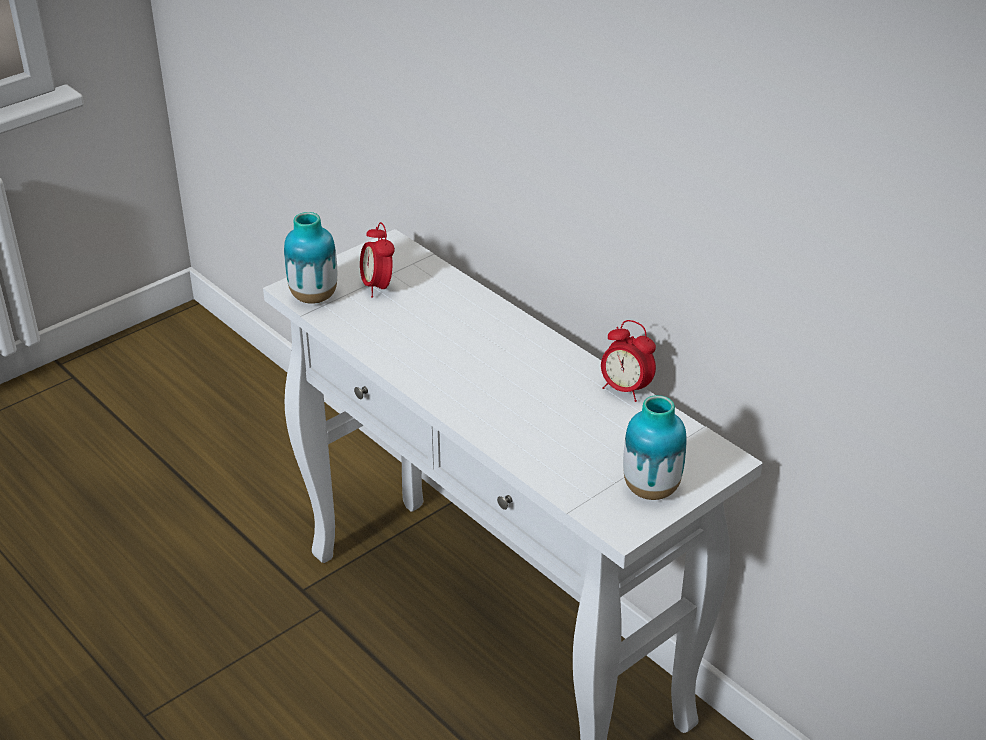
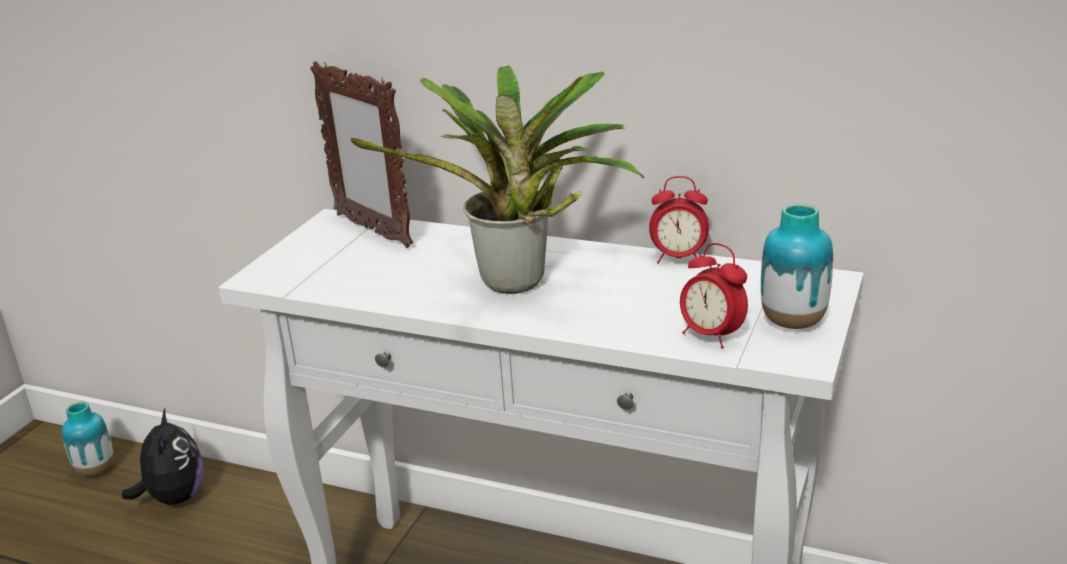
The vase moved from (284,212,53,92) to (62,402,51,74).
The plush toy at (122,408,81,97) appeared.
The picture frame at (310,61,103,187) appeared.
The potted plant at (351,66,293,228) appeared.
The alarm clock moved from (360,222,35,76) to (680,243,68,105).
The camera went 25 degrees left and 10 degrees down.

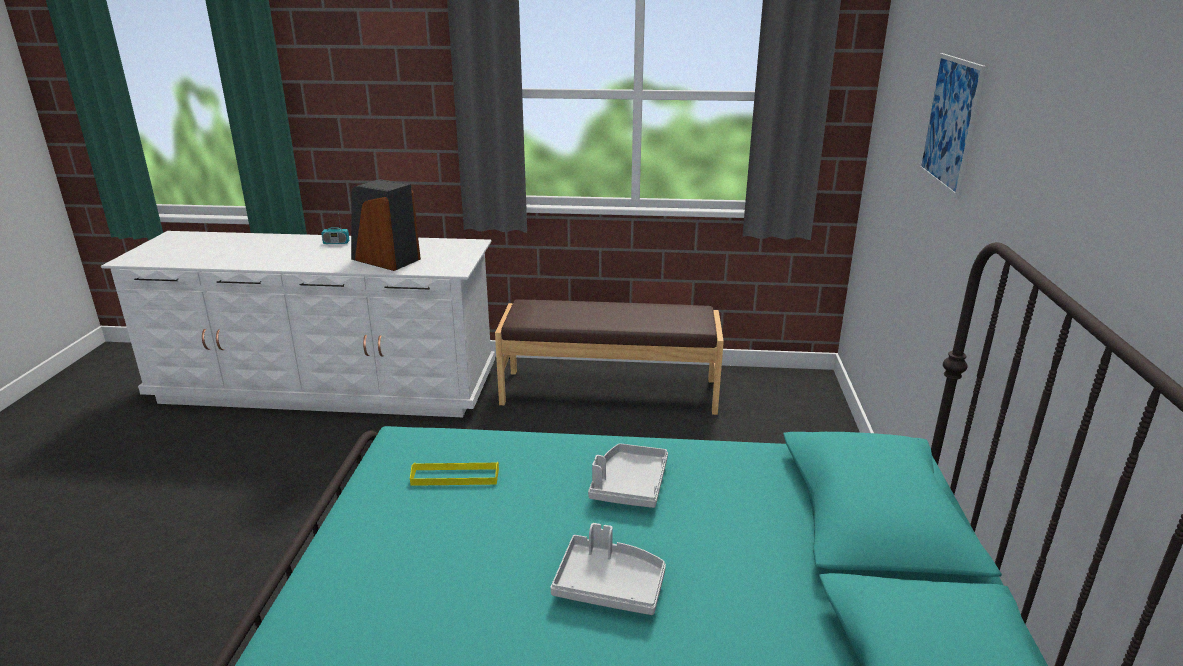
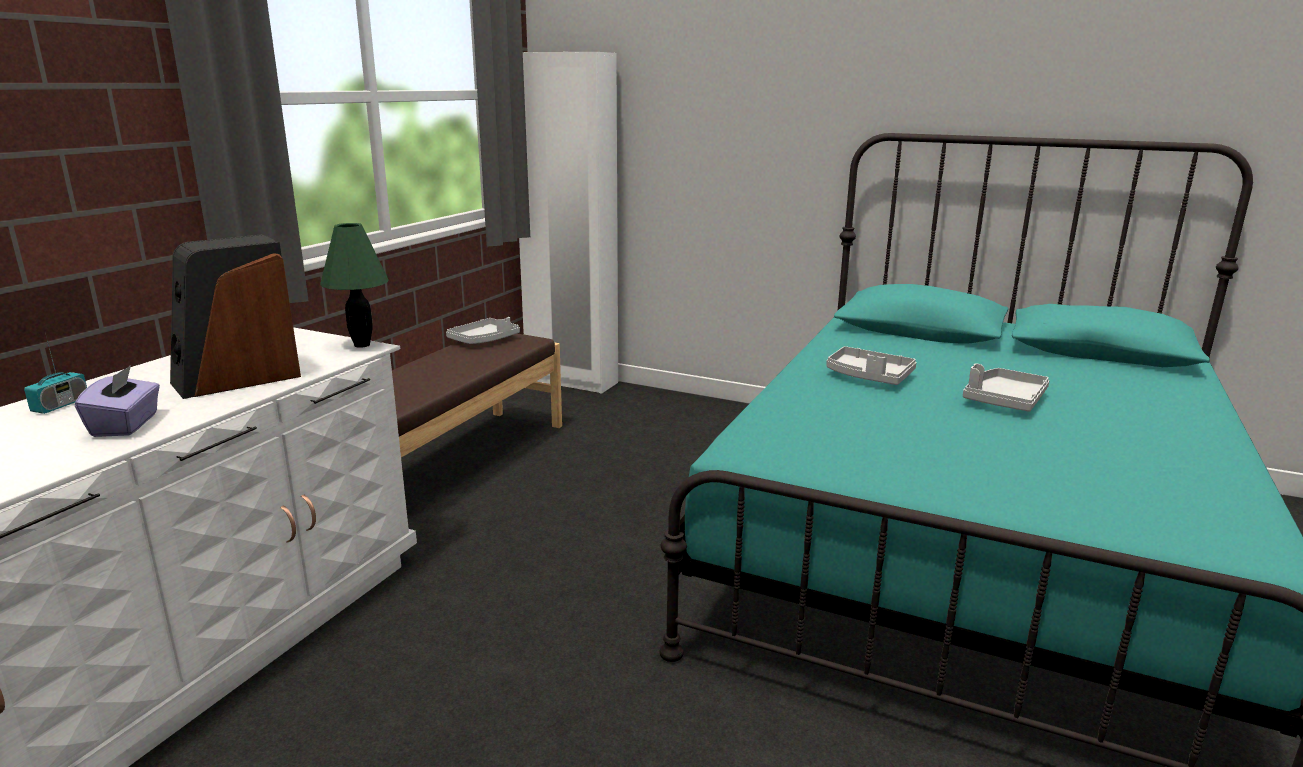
The purple tissue box at (75,365,85,72) appeared.
The green table lamp at (320,223,69,125) appeared.
The grey tray at (446,317,74,27) appeared.
The white wardrobe at (519,52,99,342) appeared.
The yellow tray at (410,462,89,24) disappeared.
The picture at (919,53,68,145) disappeared.
The camera went 70 degrees left and 5 degrees down.

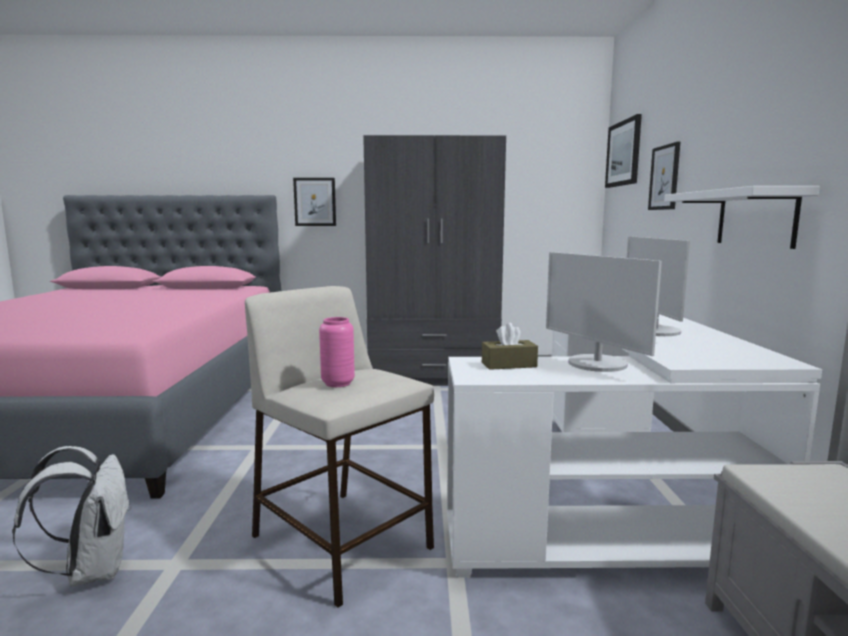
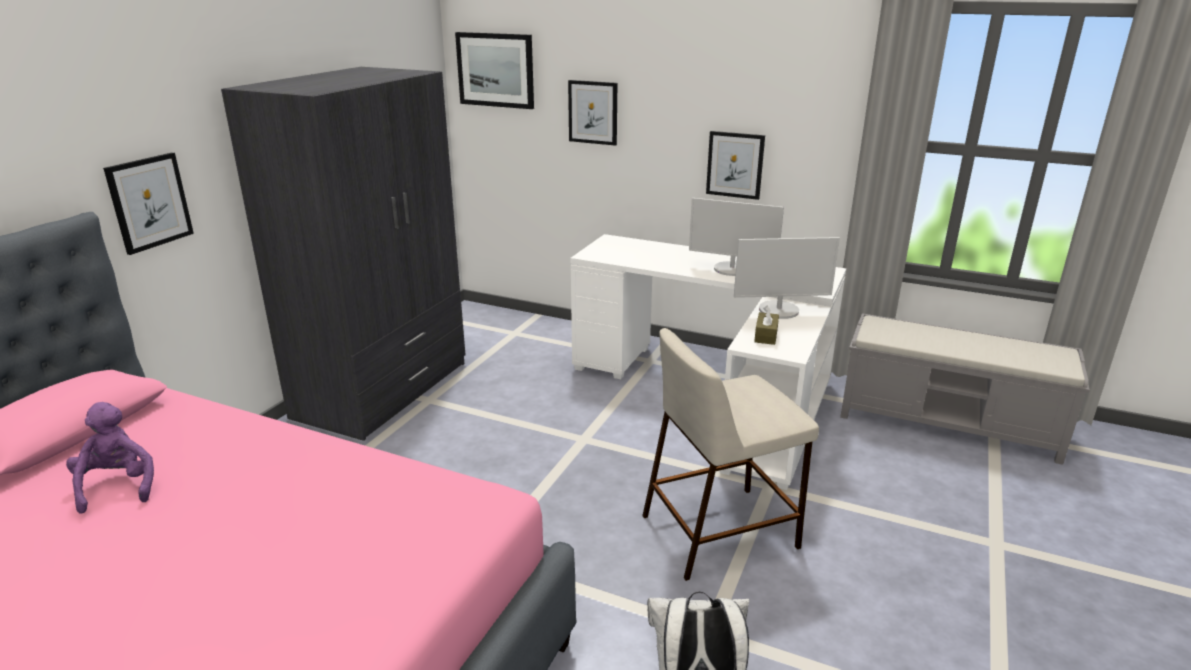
The purple plush toy at (66,402,88,111) appeared.
The white shelf at (664,186,156,63) was replaced by the picture at (706,131,59,69).
The pink vase at (319,317,36,70) disappeared.
The camera went 65 degrees left and 15 degrees up.

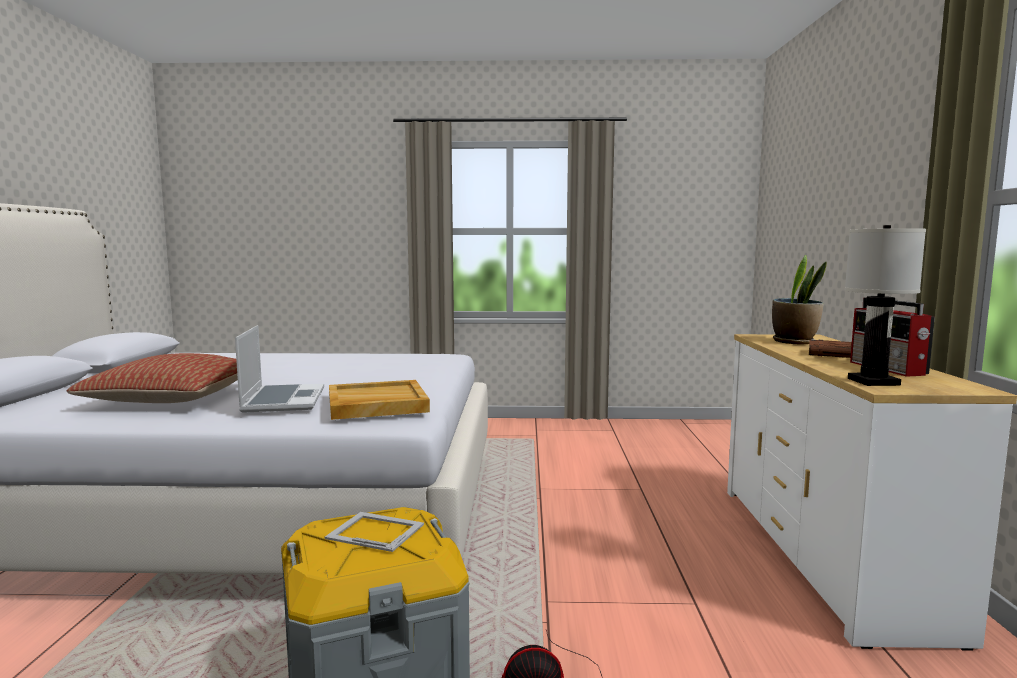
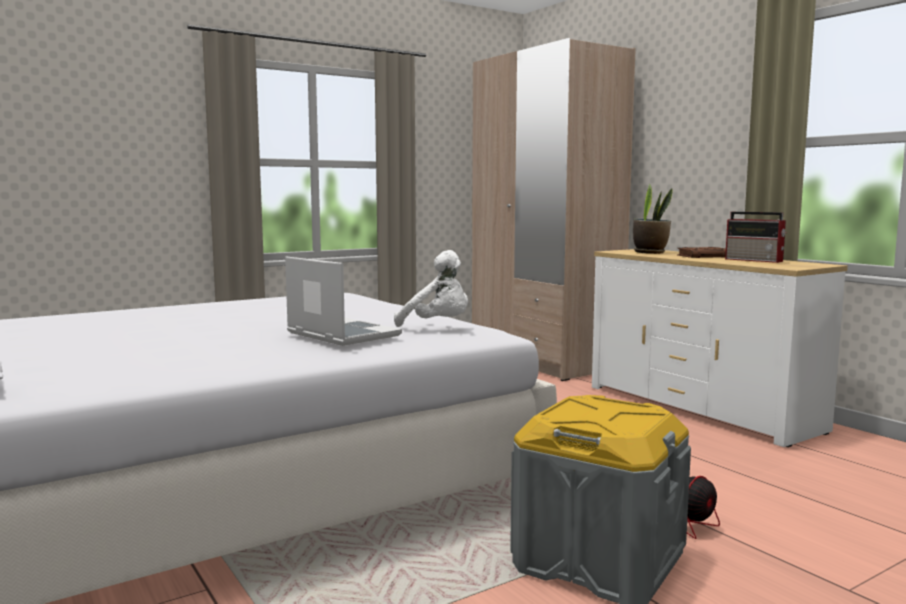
The beige tray at (329,380,101,40) was replaced by the white plush toy at (394,250,74,77).
The beige wardrobe at (472,38,164,343) appeared.
The pillow at (67,353,171,50) disappeared.
The picture frame at (325,512,99,40) disappeared.
The white table lamp at (845,225,81,161) disappeared.
The camera went 35 degrees left and 0 degrees up.

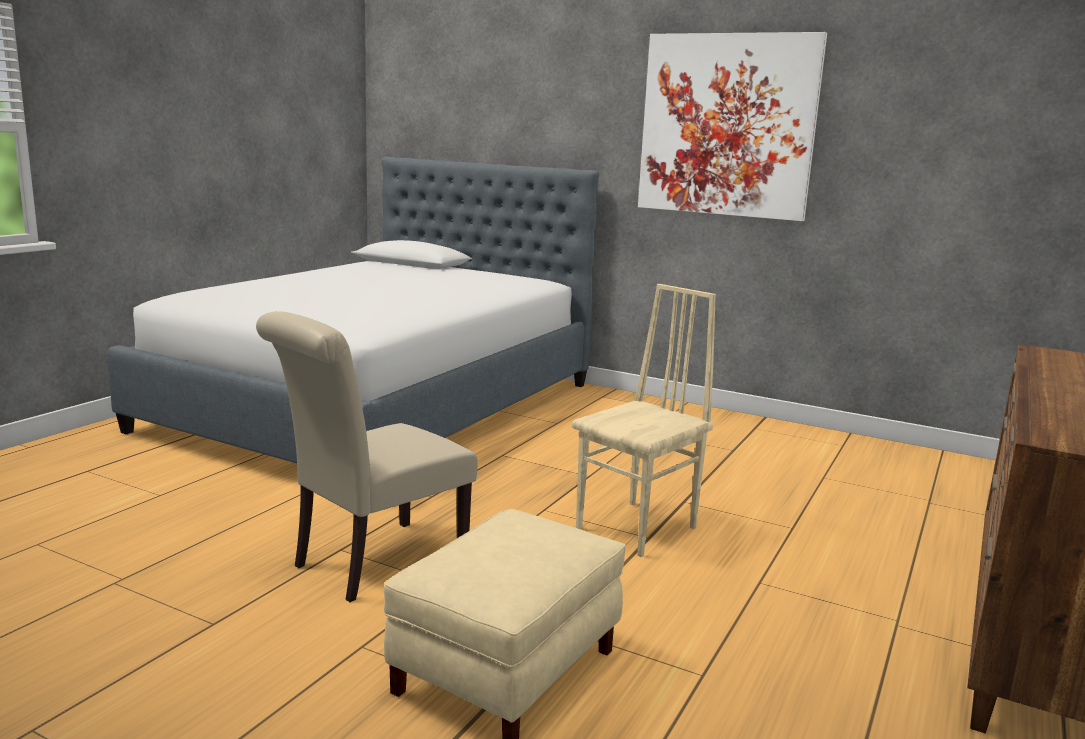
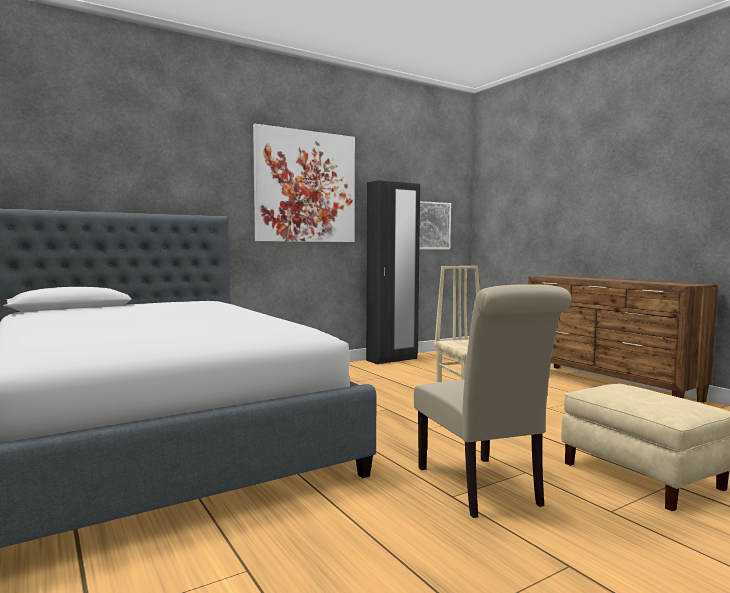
The black wardrobe at (366,180,54,184) appeared.
The picture at (419,201,32,48) appeared.
The camera went 60 degrees left and 10 degrees down.

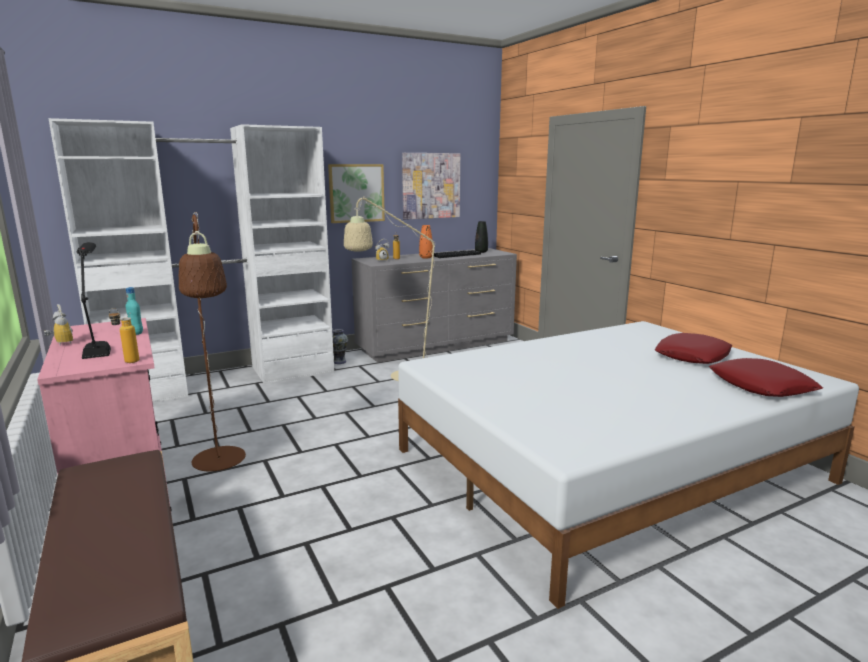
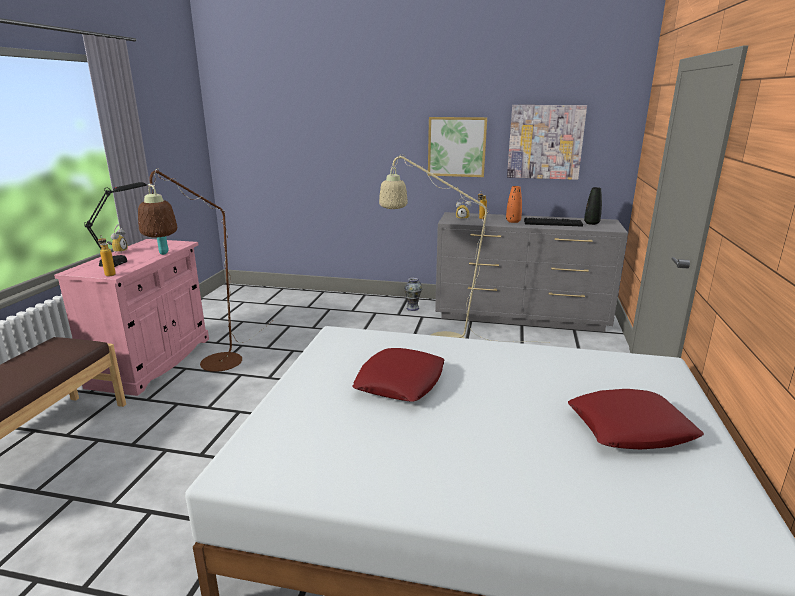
The red pillow moved from (709,358,114,39) to (352,348,93,54).
The white wardrobe at (48,118,286,285) disappeared.
The camera went 40 degrees right and 5 degrees up.

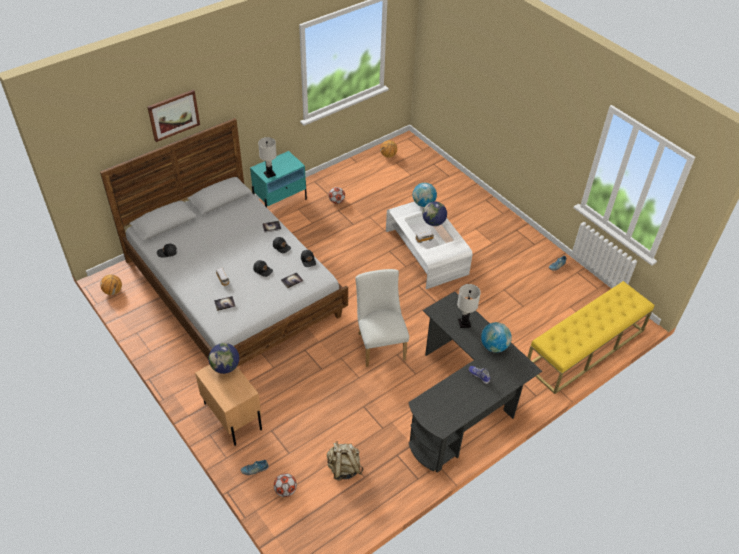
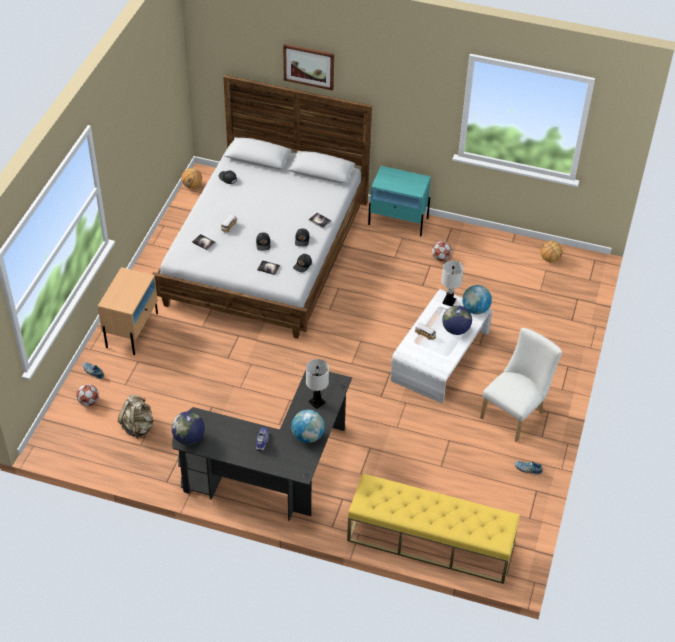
The globe moved from (209,343,30,31) to (171,411,34,34).
The white table lamp moved from (258,137,19,41) to (441,260,23,47).
The white chair moved from (355,269,54,98) to (480,328,82,114).
The camera went 55 degrees right and 0 degrees up.

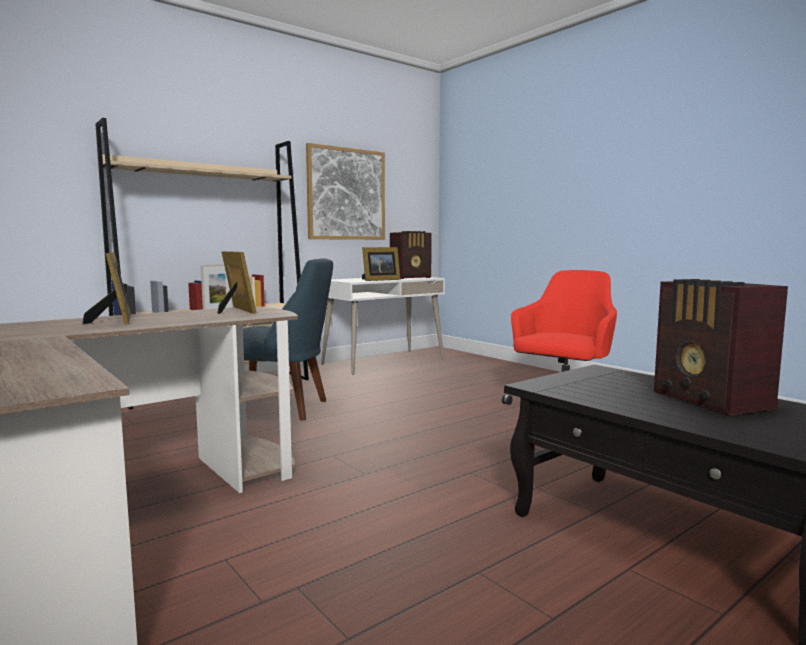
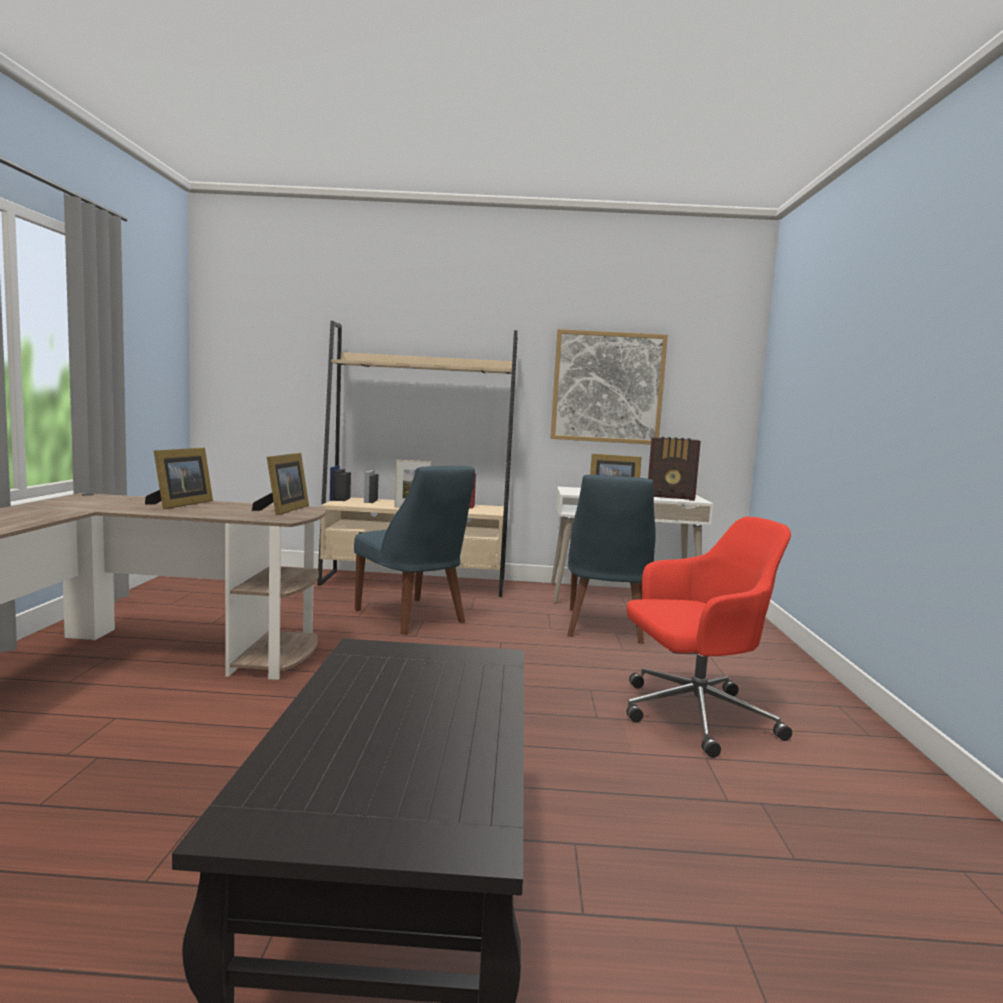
The blue chair at (567,475,89,169) appeared.
The radio at (654,279,134,137) disappeared.
The camera went 40 degrees right and 0 degrees up.

